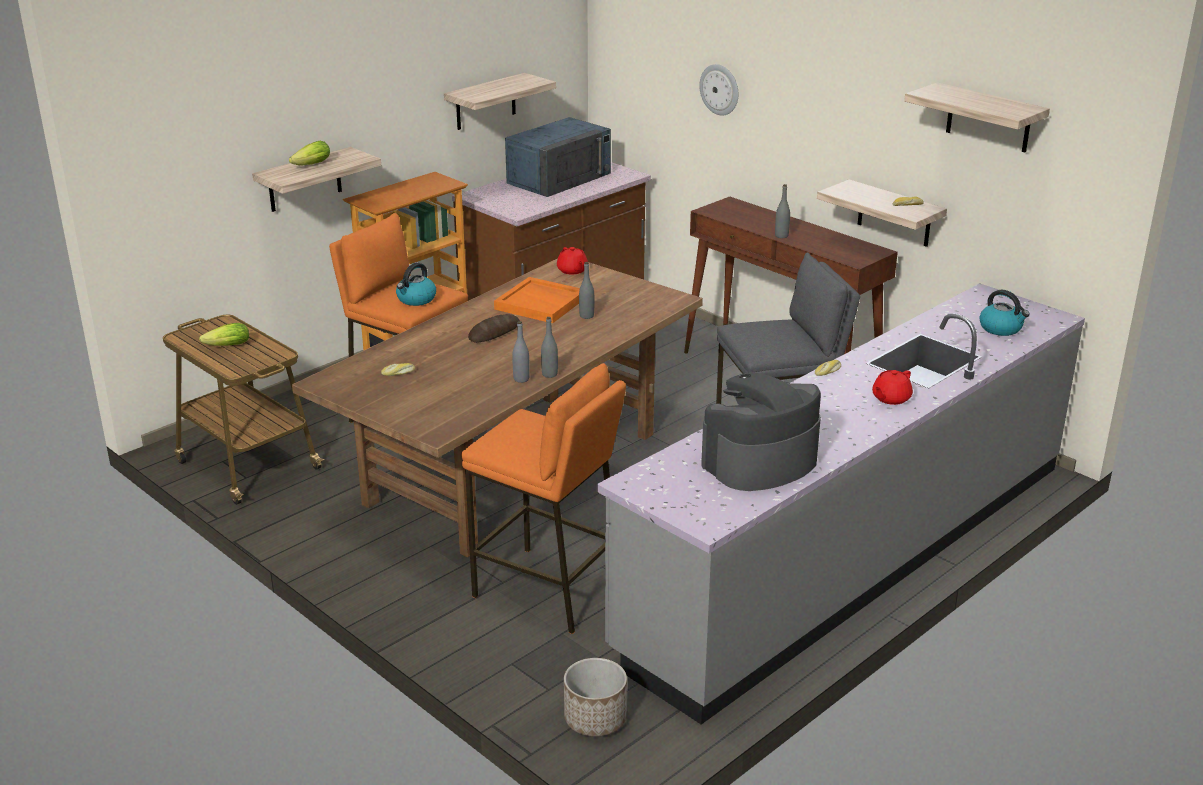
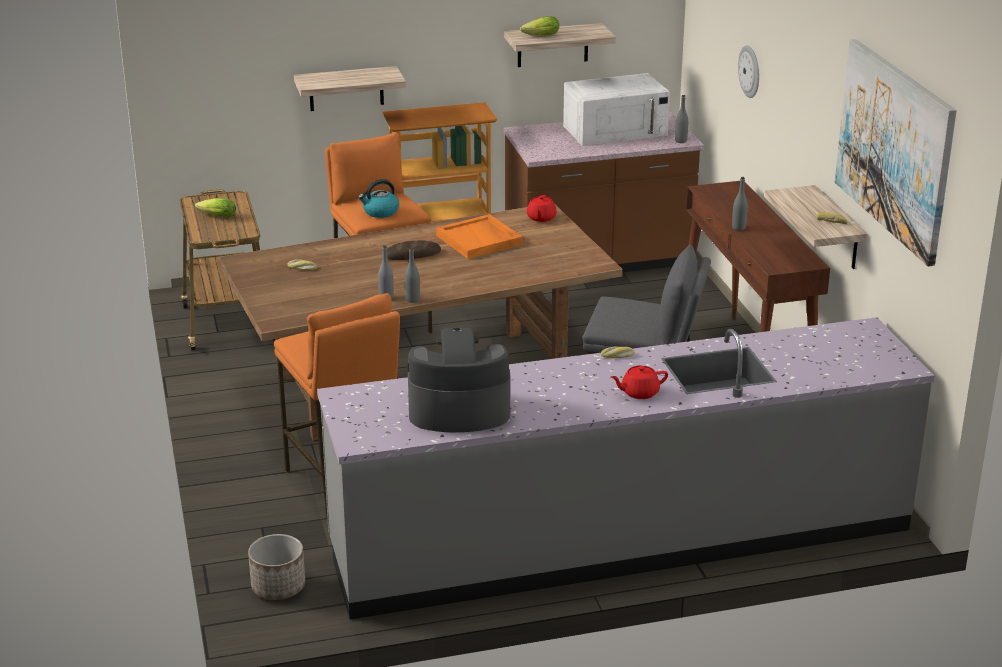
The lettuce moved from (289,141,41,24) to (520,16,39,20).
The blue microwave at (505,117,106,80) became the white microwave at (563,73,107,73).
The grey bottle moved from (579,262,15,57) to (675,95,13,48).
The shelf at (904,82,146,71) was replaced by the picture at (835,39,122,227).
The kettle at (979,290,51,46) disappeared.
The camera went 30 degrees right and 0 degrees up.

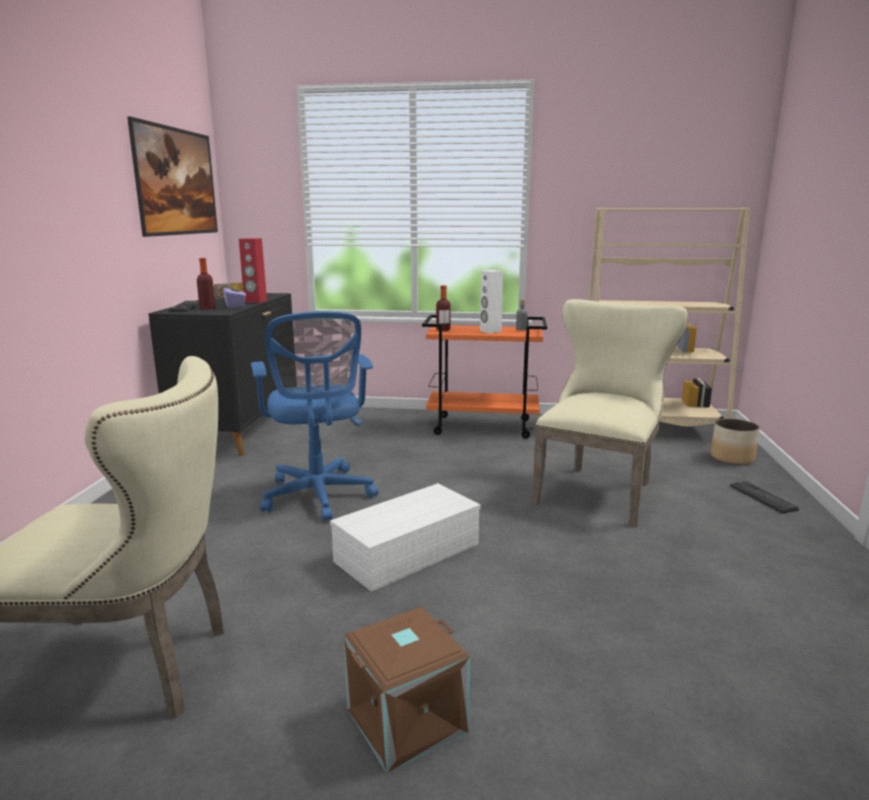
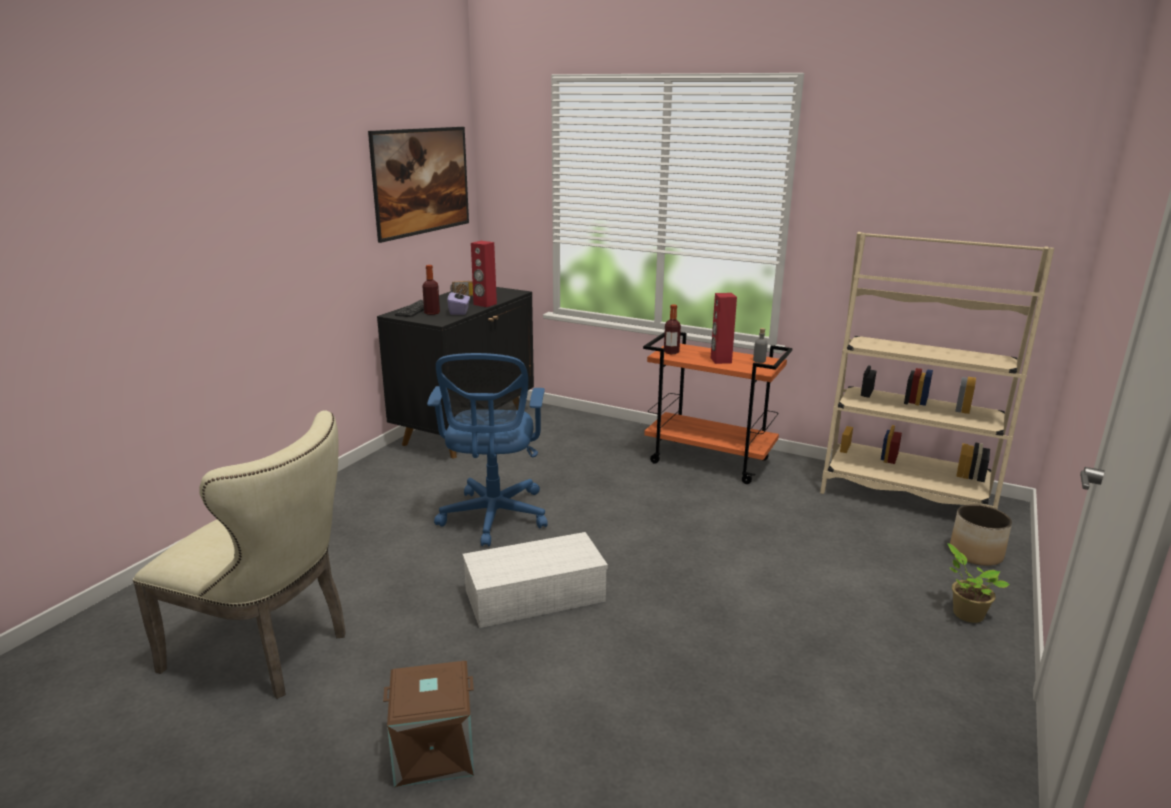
The white speaker at (480,270,23,64) became the red speaker at (711,293,26,71).
The keyboard at (730,481,69,33) was replaced by the potted plant at (947,543,63,80).
The beige chair at (532,299,157,229) disappeared.
The camera went 20 degrees right and 5 degrees up.

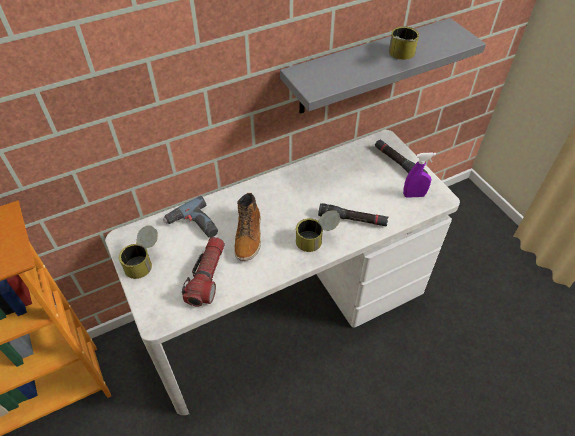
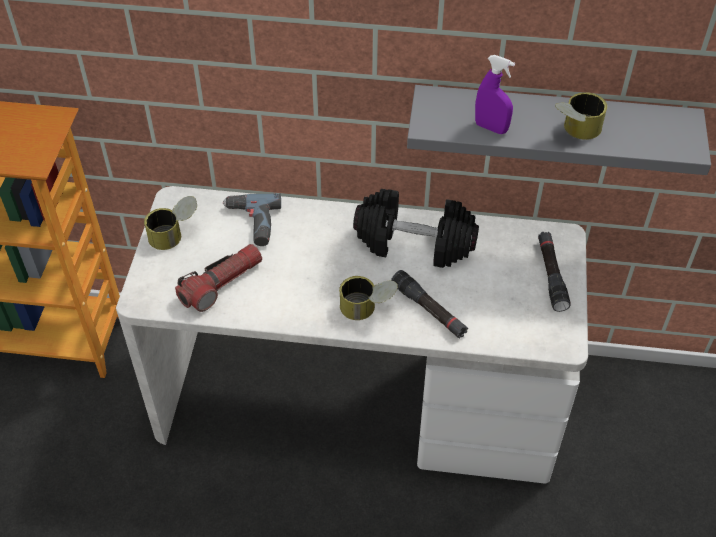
The black dumbbell at (353,189,126,79) appeared.
The purple spray bottle moved from (403,152,33,46) to (475,55,40,79).
The boot at (234,193,27,68) disappeared.
The camera went 35 degrees right and 0 degrees up.

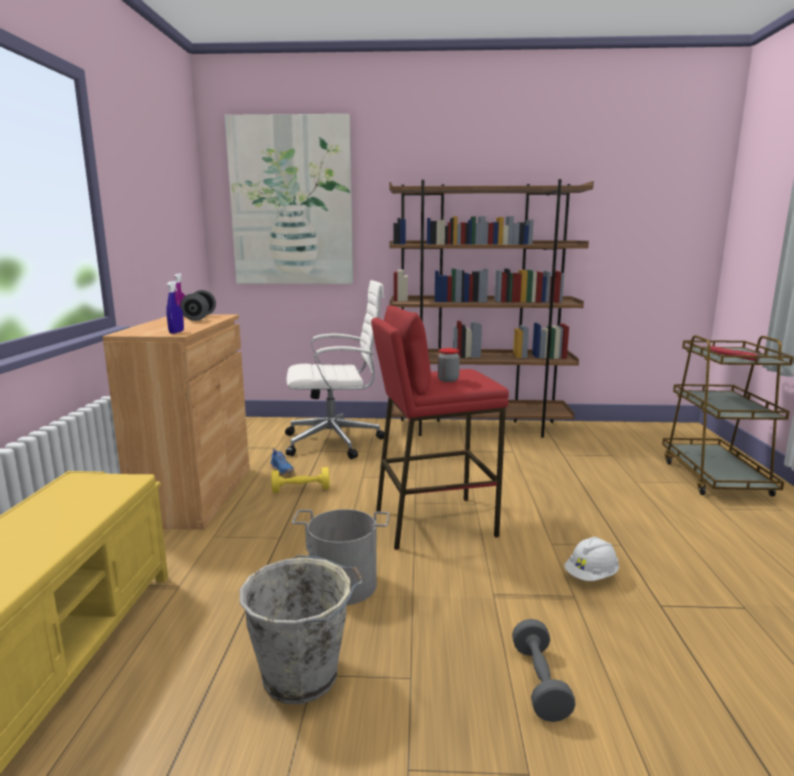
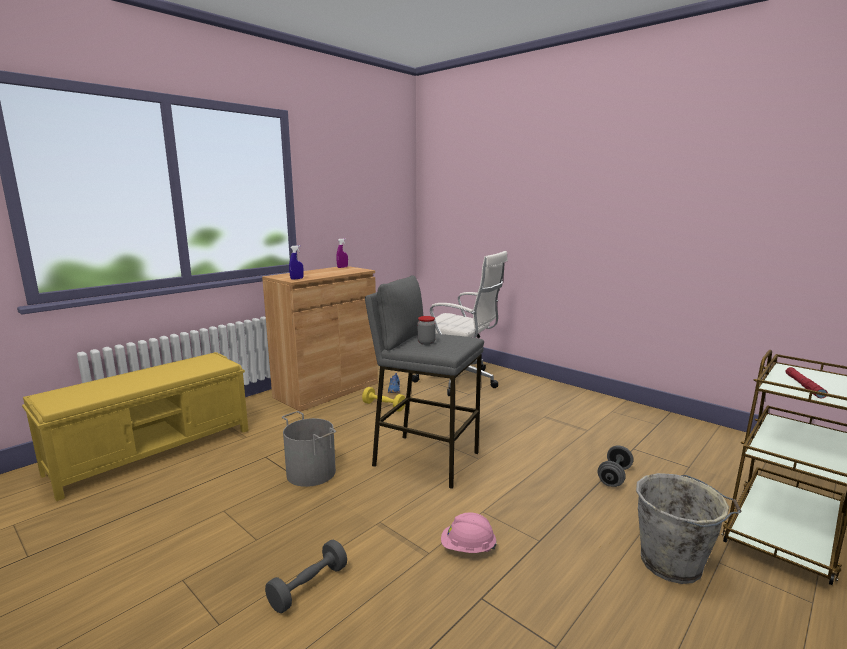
The red stool at (371,305,138,245) became the grey stool at (365,275,119,214).
The white hard hat at (564,537,55,44) became the pink hard hat at (441,513,56,40).
The grey dumbbell moved from (180,290,36,31) to (598,446,36,41).
The grey bucket moved from (240,555,124,149) to (636,473,106,111).
The picture at (225,114,128,170) disappeared.
The brown bookcase at (389,179,205,259) disappeared.
The camera went 40 degrees right and 0 degrees up.

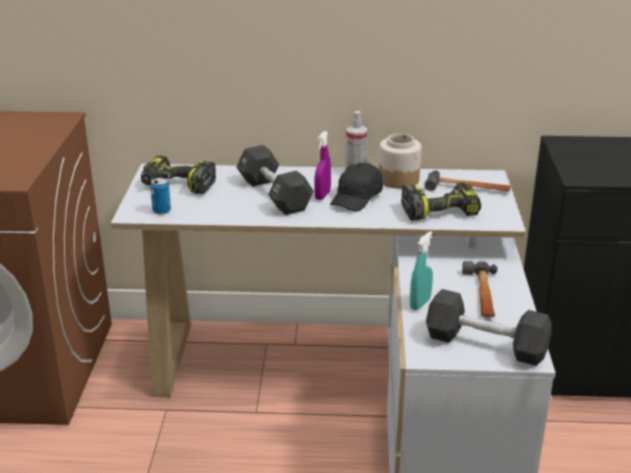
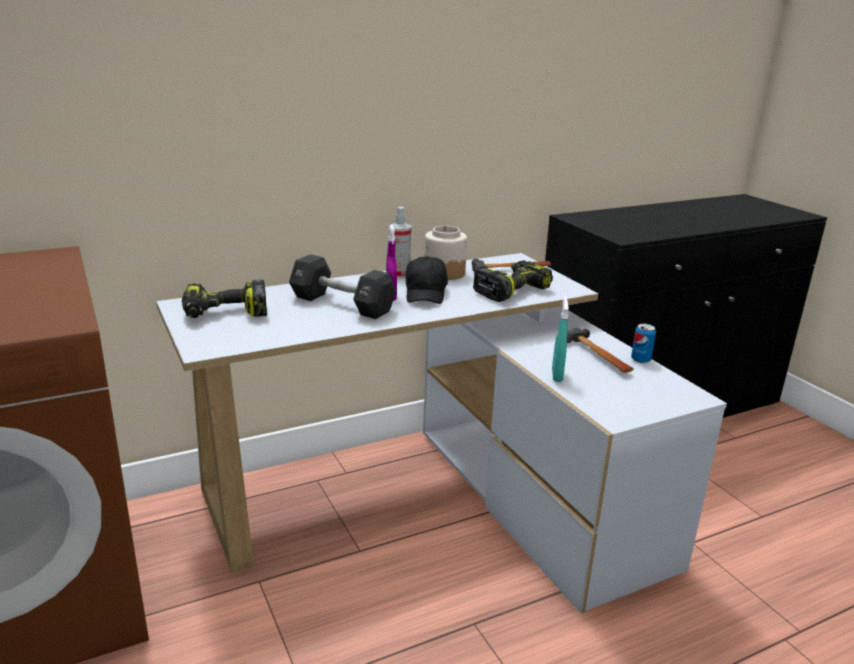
The can moved from (150,178,21,37) to (631,324,25,39).
The black dumbbell at (426,289,126,77) disappeared.
The camera went 30 degrees left and 5 degrees down.

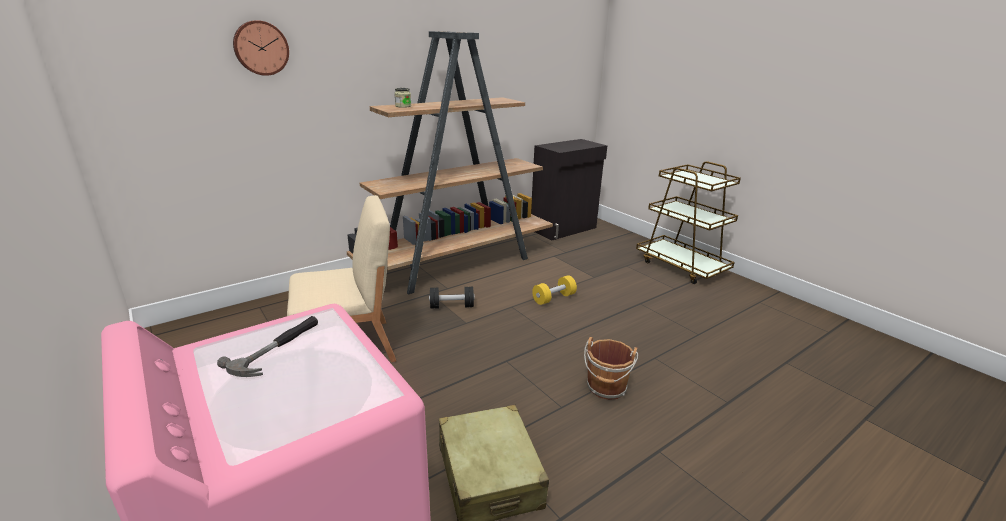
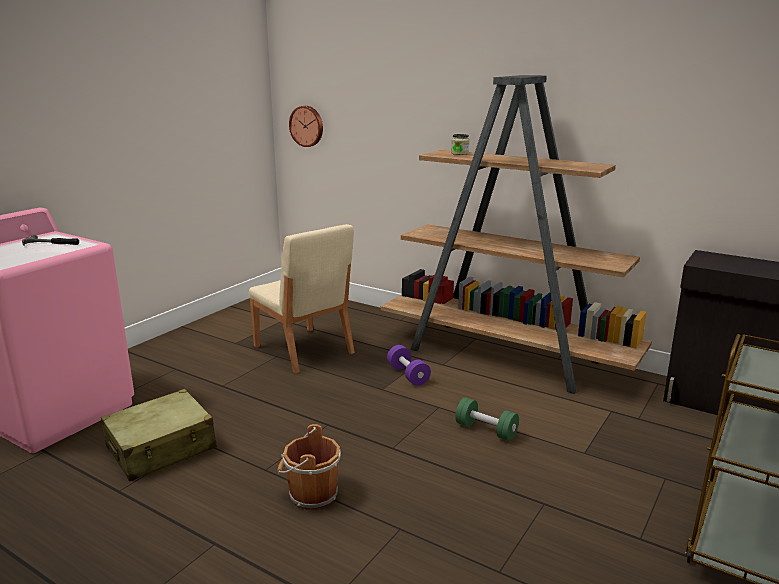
The wall clock moved from (233,20,56,56) to (289,106,34,41).
The black dumbbell at (429,287,45,22) became the purple dumbbell at (387,345,44,41).
The yellow dumbbell at (532,275,45,30) became the green dumbbell at (455,397,64,44).
The camera went 70 degrees right and 5 degrees down.

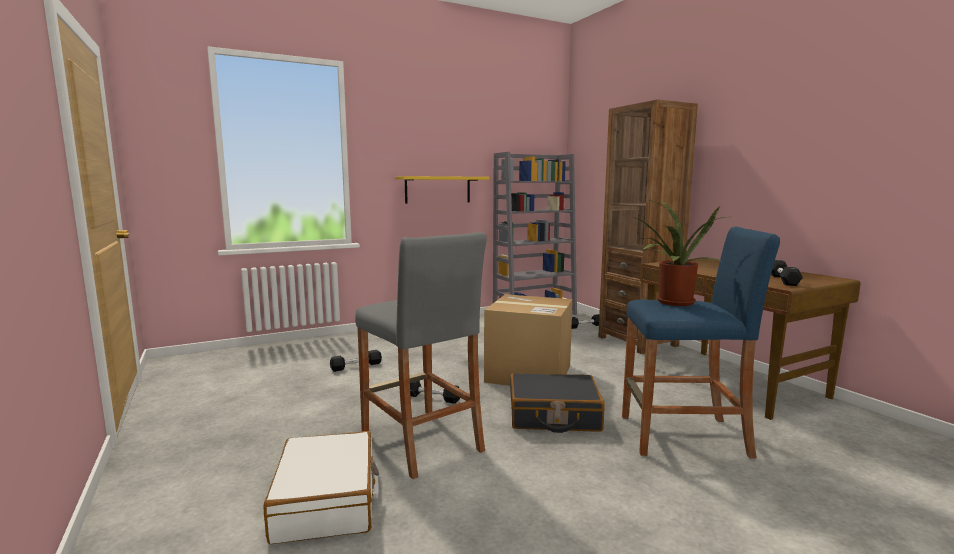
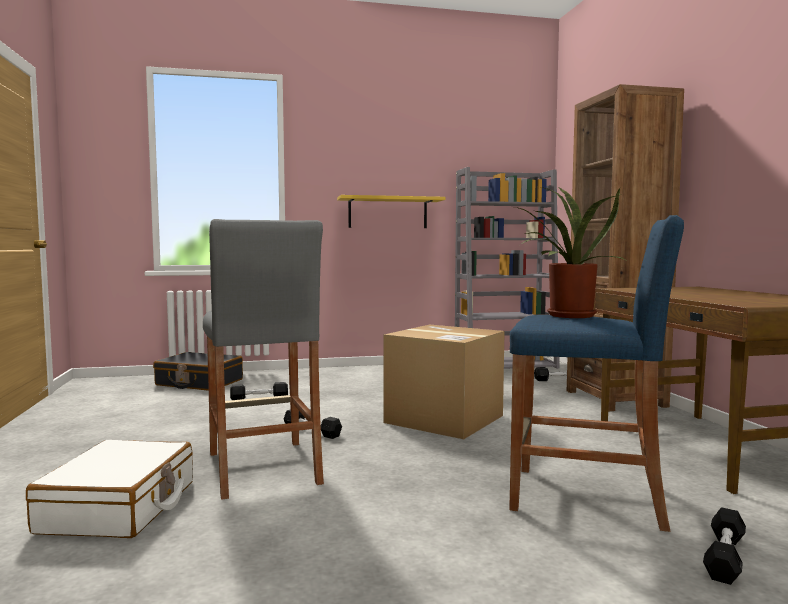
The black suitcase moved from (510,373,95,60) to (153,352,90,39).
The black dumbbell moved from (771,260,32,26) to (703,507,43,78).
The camera went 15 degrees right and 5 degrees down.

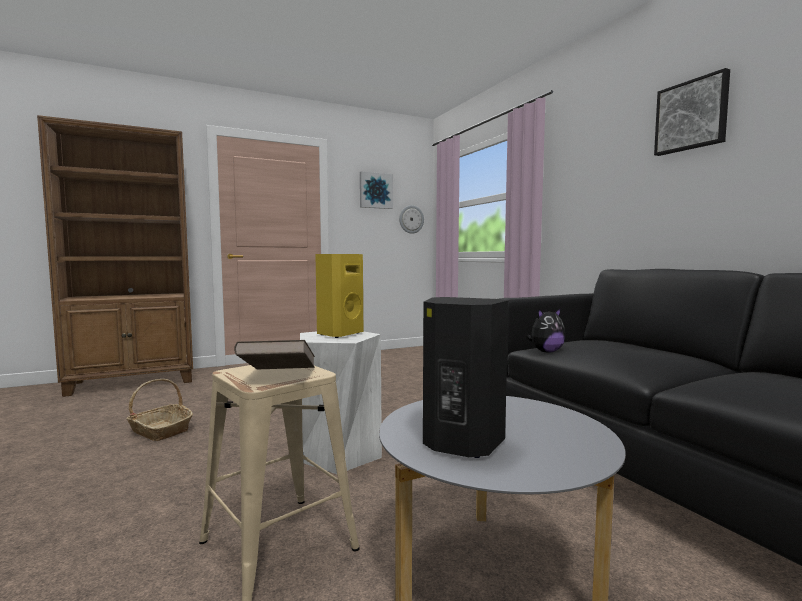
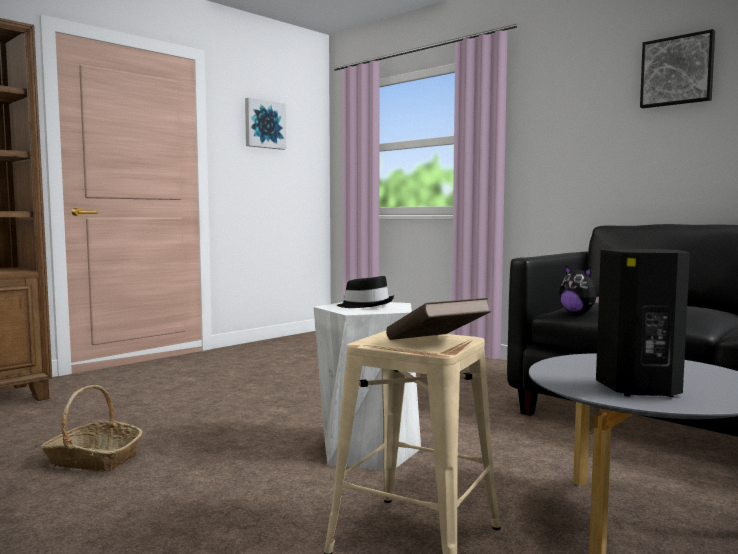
The yellow speaker at (315,254,48,84) was replaced by the black hat at (337,276,57,32).
The plush toy at (526,308,40,45) turned 90 degrees clockwise.
The wall clock at (399,205,25,29) disappeared.
The camera went 20 degrees left and 0 degrees up.

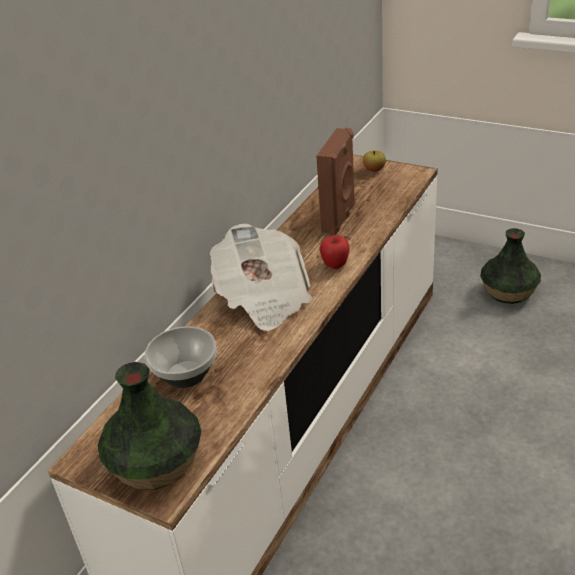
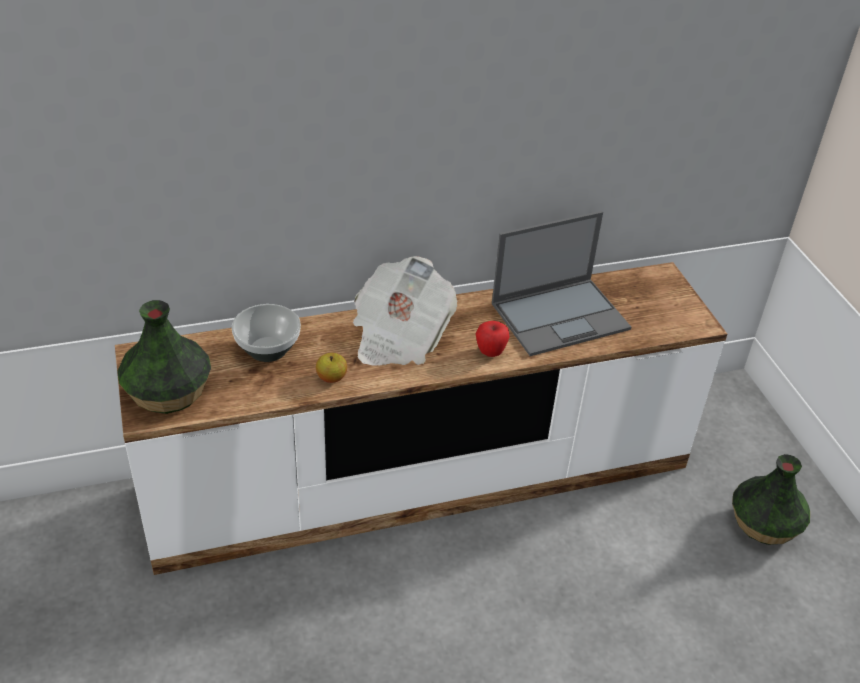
The apple moved from (363,150,23,22) to (316,353,31,30).
The brown speaker at (316,128,40,107) was replaced by the laptop at (492,211,139,145).
The camera went 40 degrees right and 5 degrees up.

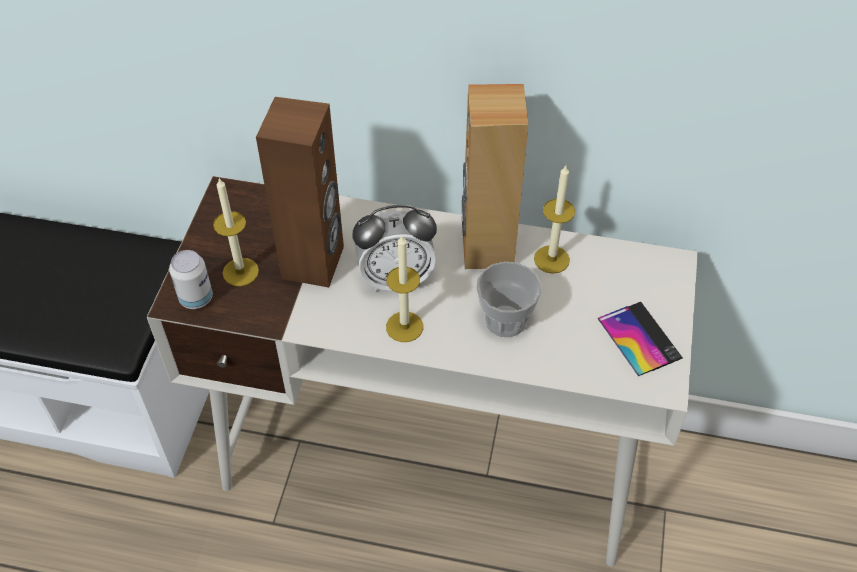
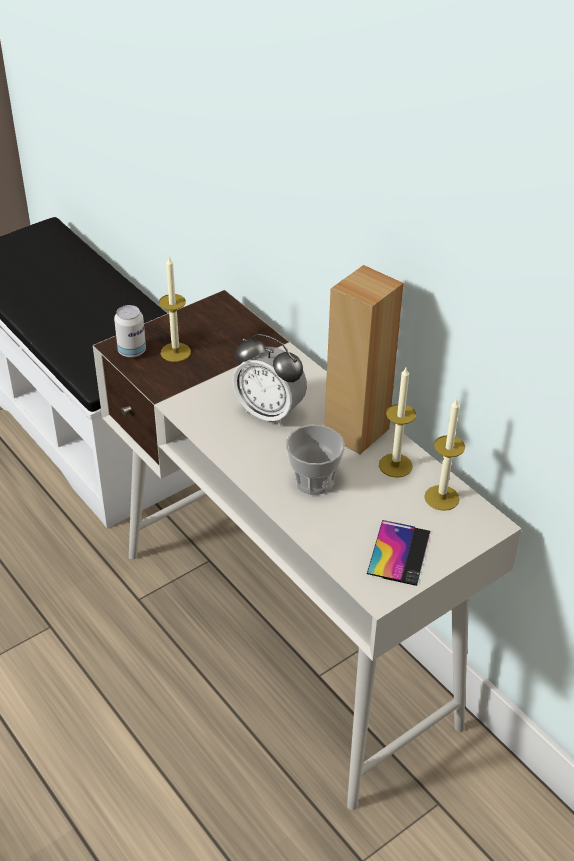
The candle moved from (386,236,37,106) to (424,398,41,113).
The brown speaker at (256,97,88,191) disappeared.
The camera went 40 degrees right and 10 degrees down.

